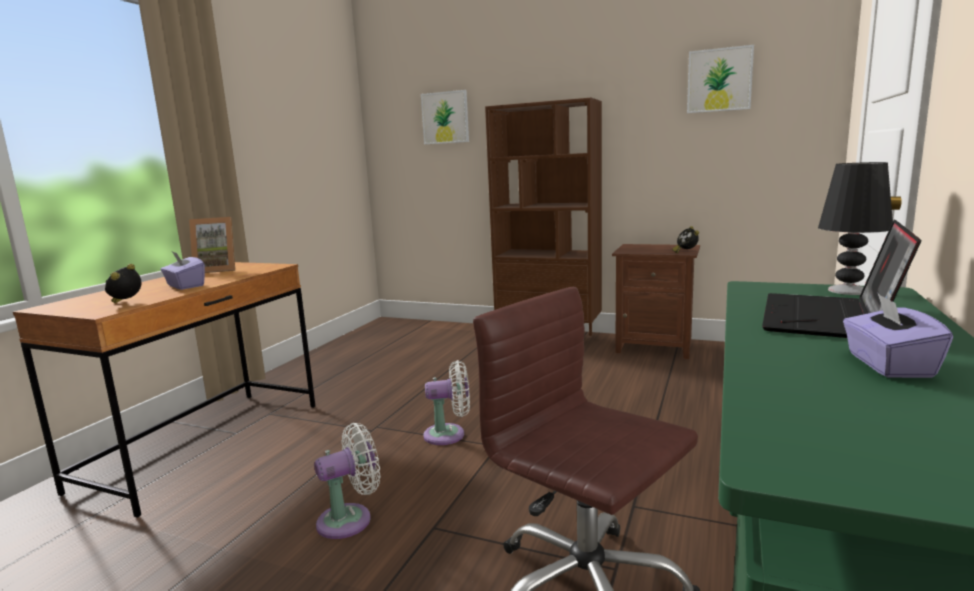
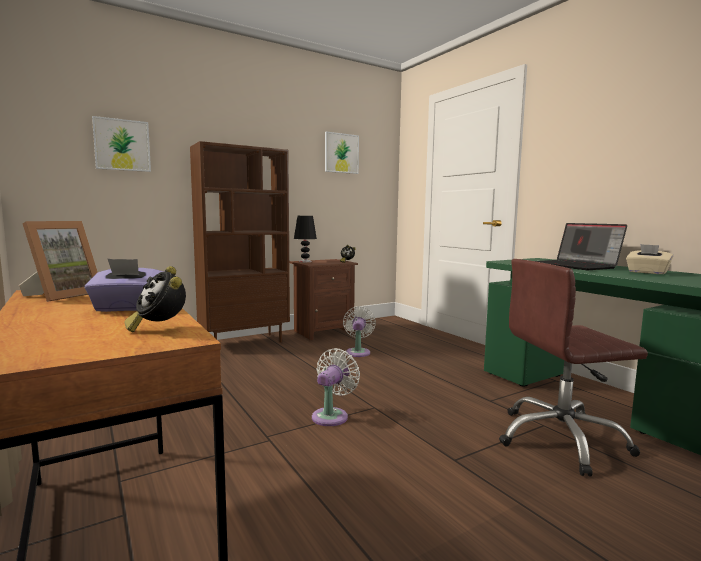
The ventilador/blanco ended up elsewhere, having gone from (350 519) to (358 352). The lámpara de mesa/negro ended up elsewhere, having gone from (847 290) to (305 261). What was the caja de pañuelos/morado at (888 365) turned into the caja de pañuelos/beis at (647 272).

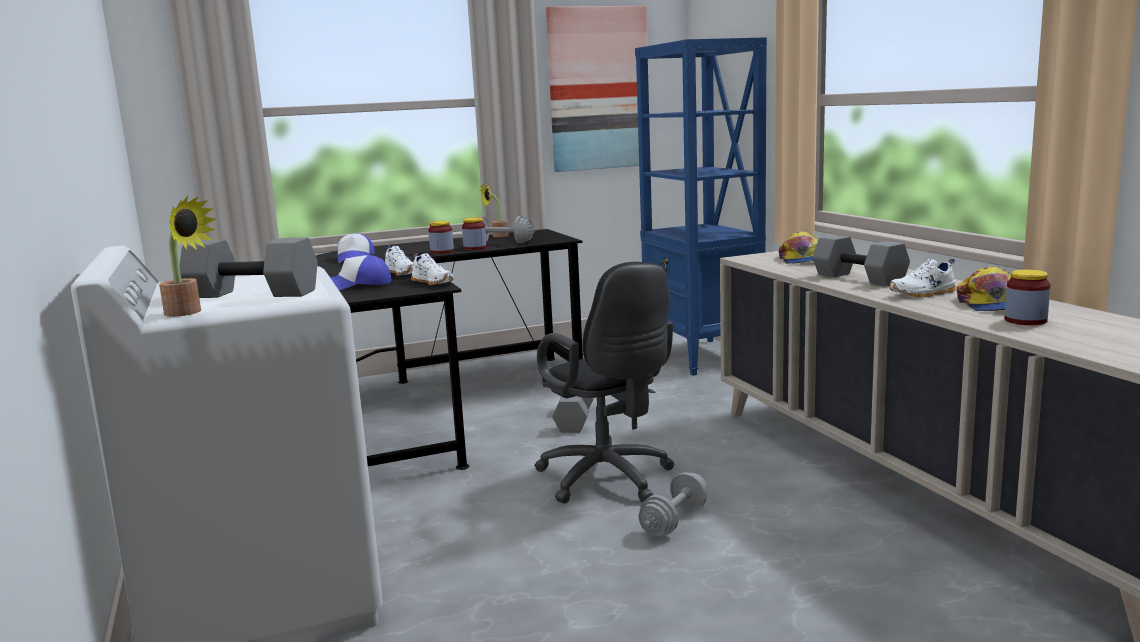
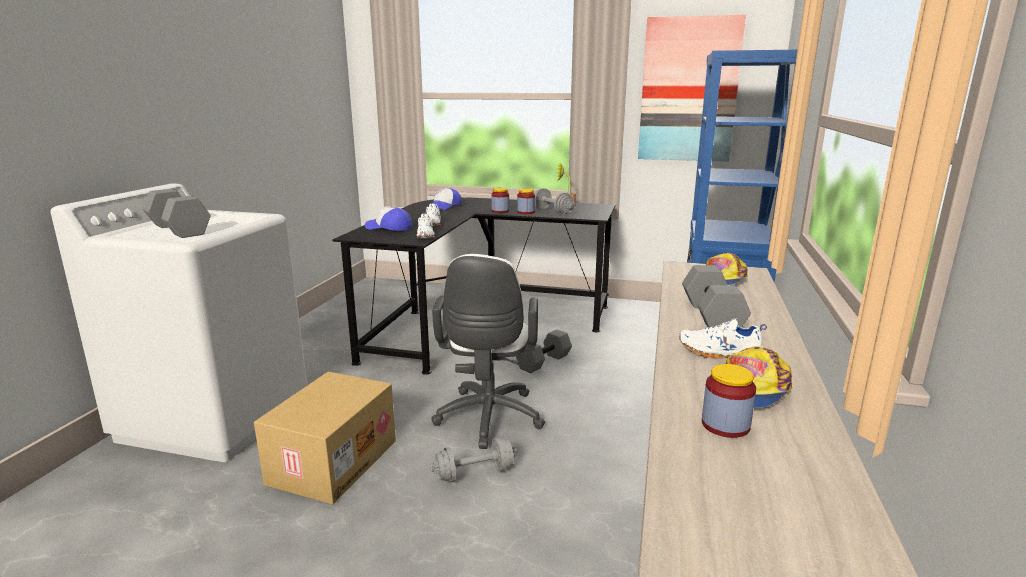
The second view lost the planta en maceta at (188 313). The second view gained the caja de cartón at (332 461). What was the silla de oficina/negro at (609 480) turned into the silla de oficina/blanco at (488 420).

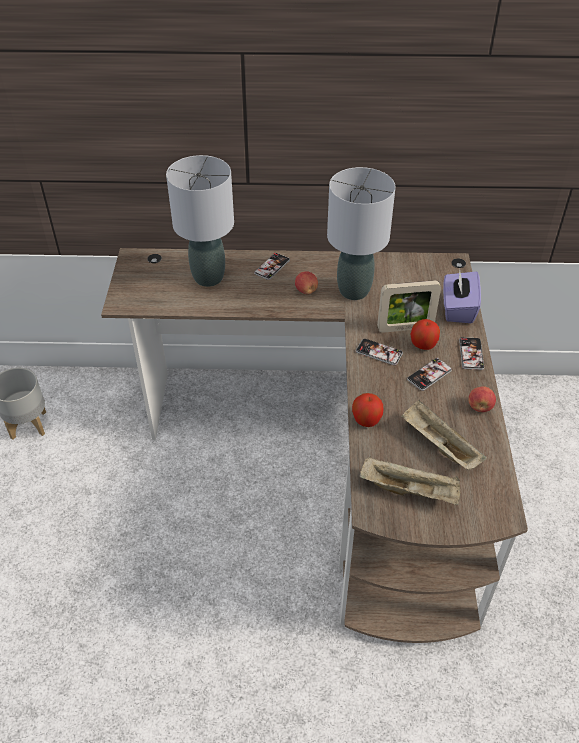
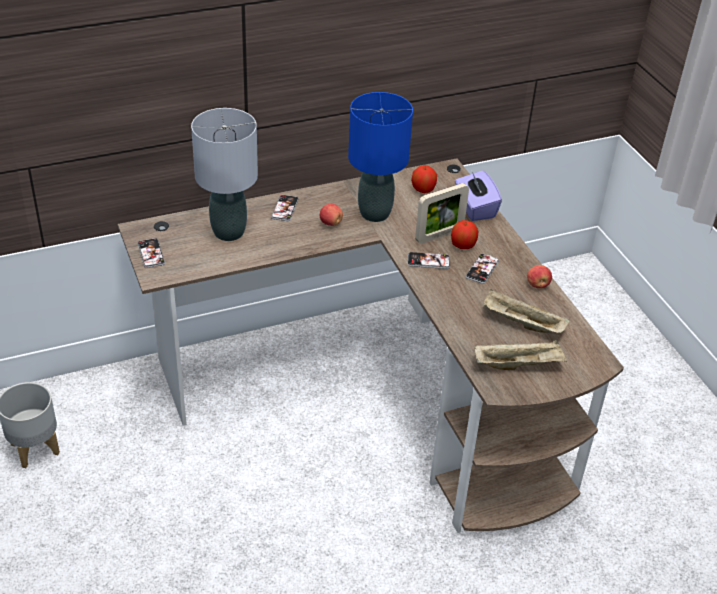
The manzana ended up elsewhere, having gone from (366 420) to (423 190). The móvil ended up elsewhere, having gone from (471 354) to (151 254). What was the lámpara de mesa/gris at (353 291) turned into the lámpara de mesa/azul at (374 213).

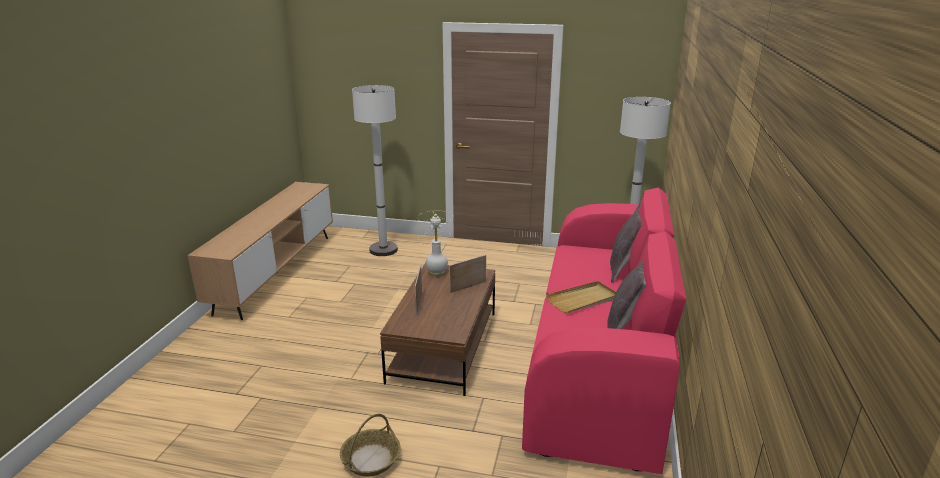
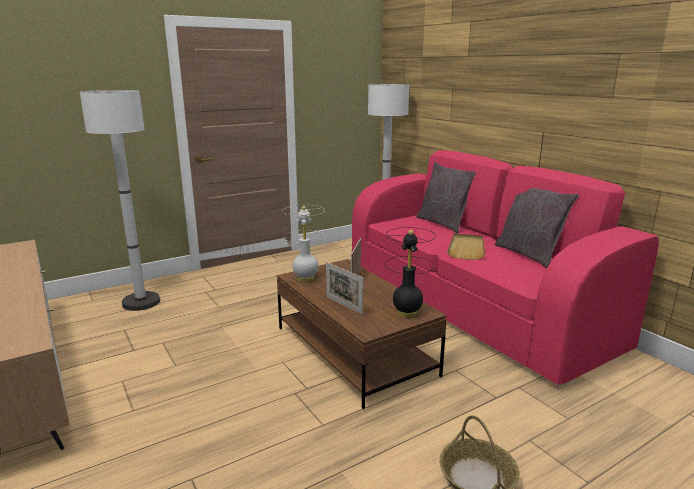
The second view gained the lámpara de mesa/negro at (407 312).

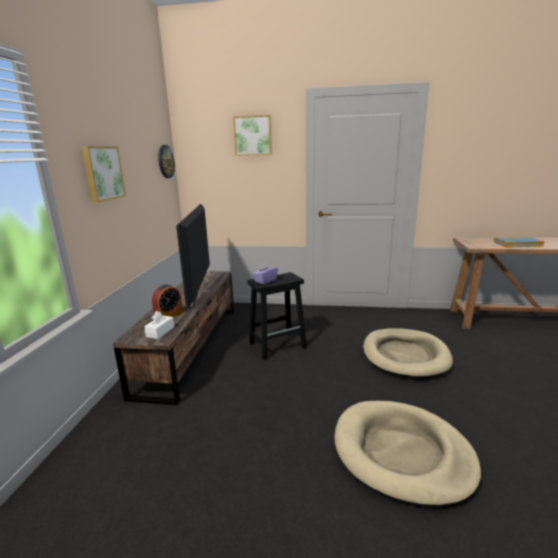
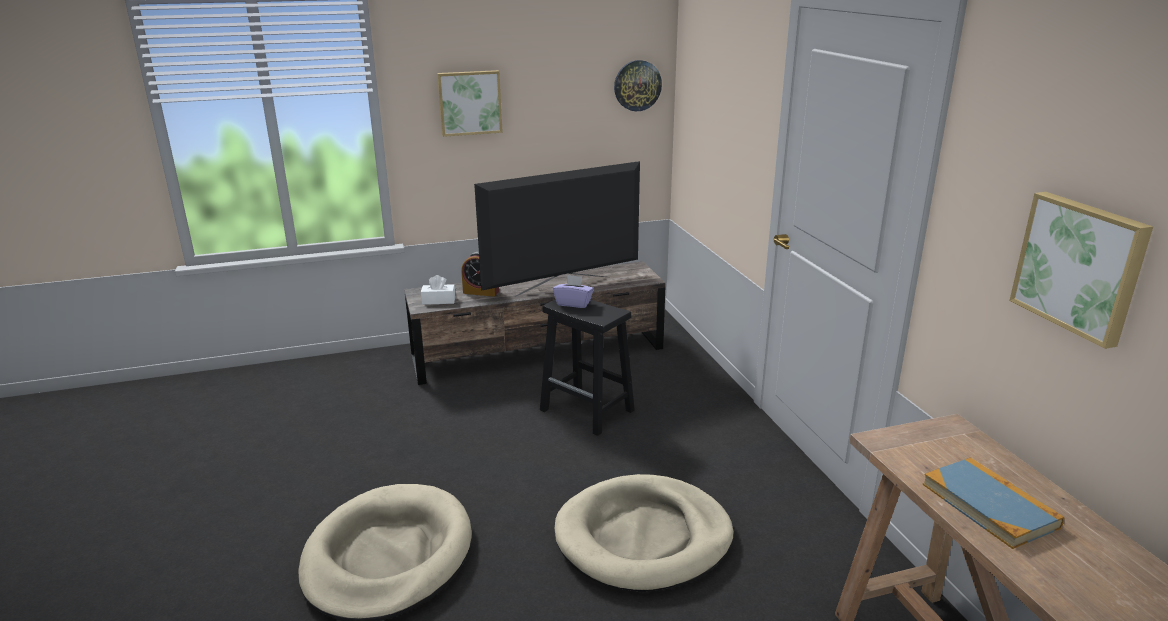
The cuadro ended up elsewhere, having gone from (253 135) to (1080 266).

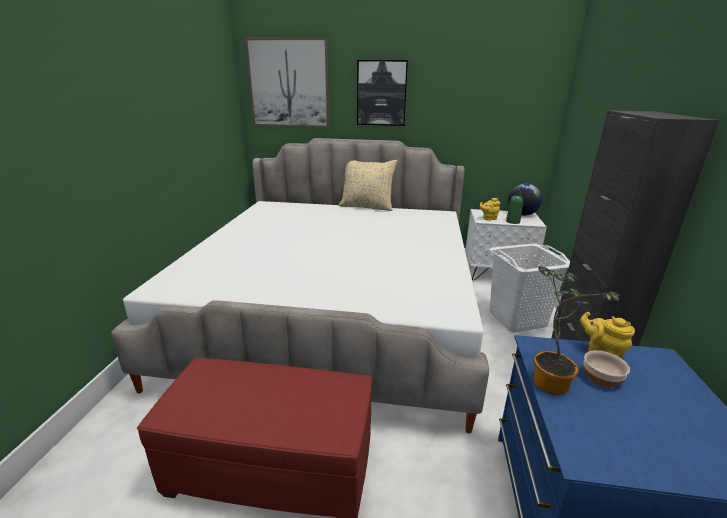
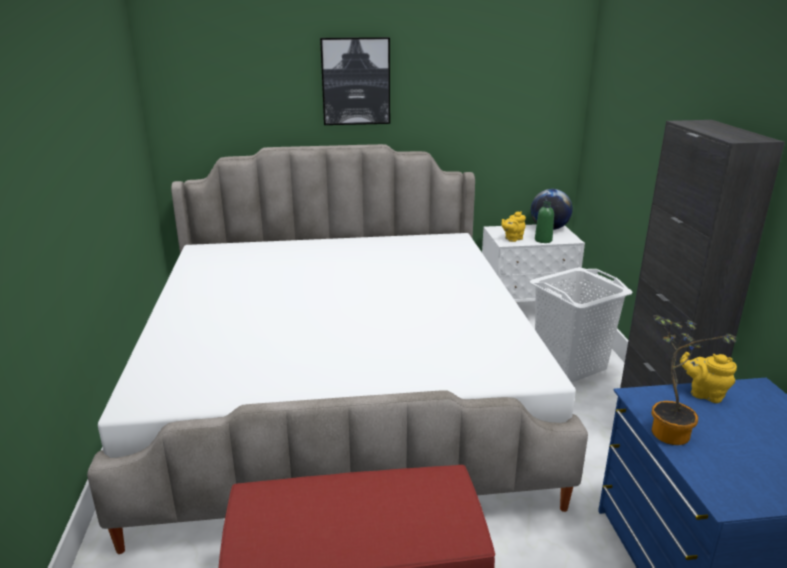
The second view lost the cuadro at (289 84). The second view lost the cojín/beis at (367 207). The second view lost the cuenco at (602 378).

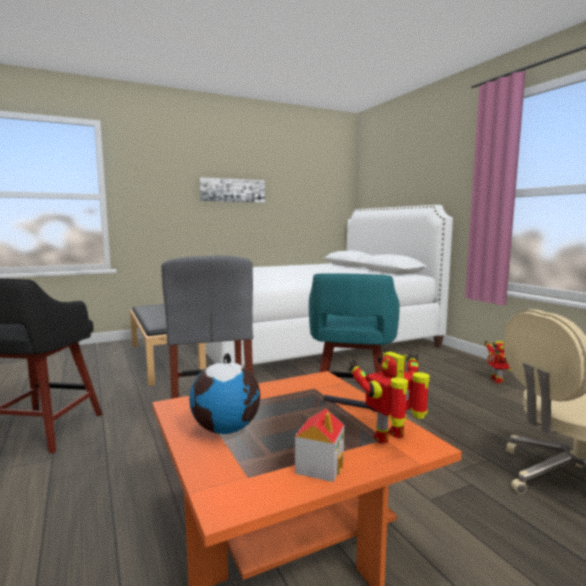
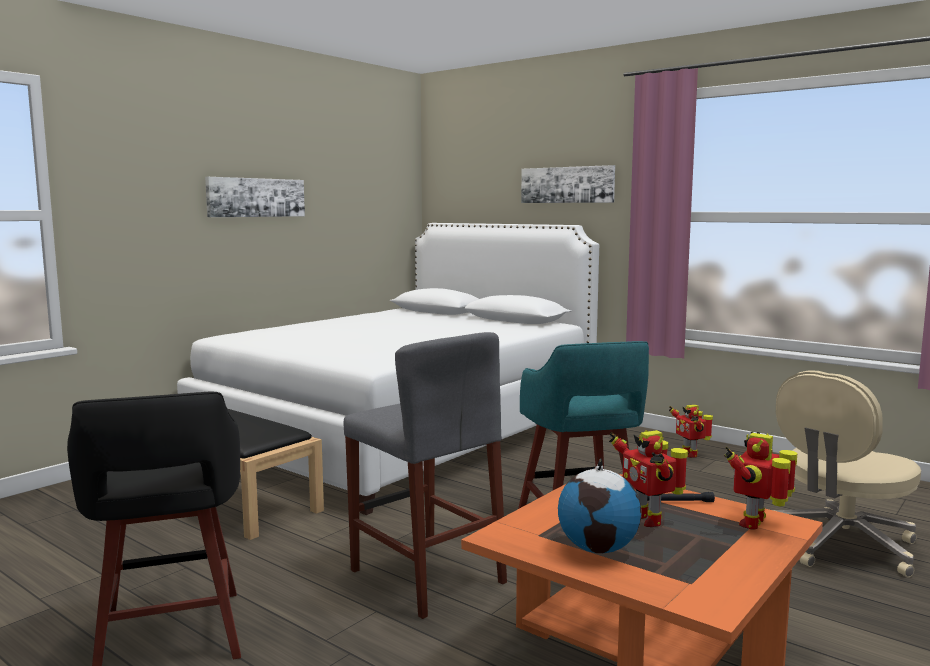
The second view lost the casita at (320 466). The second view gained the cuadro at (567 185). The second view gained the robot de juguete at (647 519).

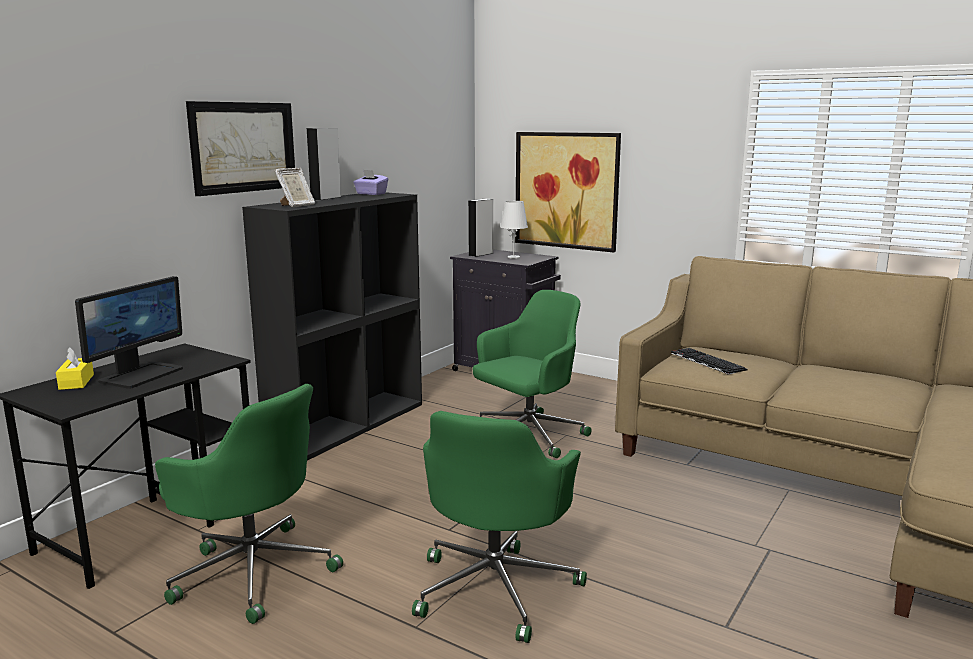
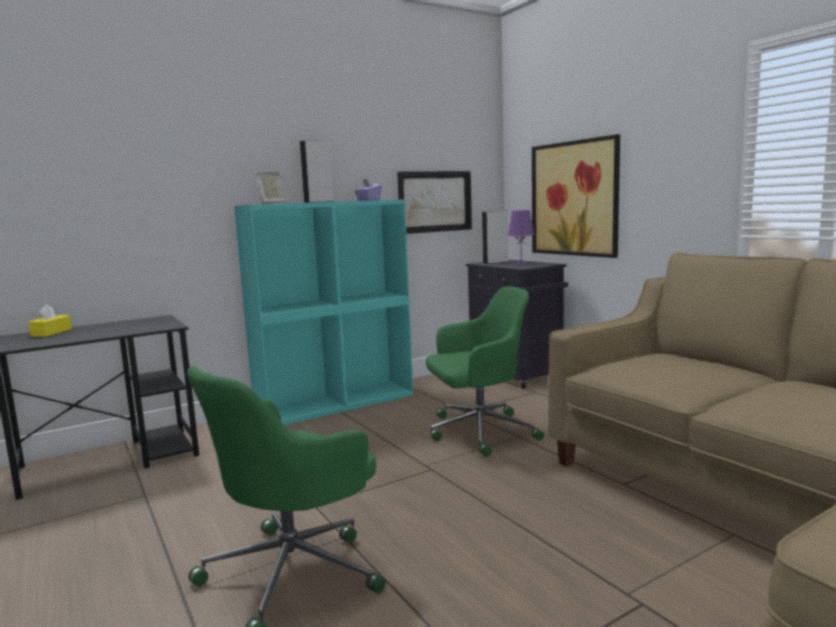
The second view lost the monitor at (141 375). The second view lost the silla de oficina/verde at (253 570). The second view lost the teclado at (706 361). The cuadro ended up elsewhere, having gone from (243 147) to (435 201). What was the estantería/negro at (347 424) turned into the estantería/turquesa at (336 403). What was the lámpara de mesa/blanco at (513 257) turned into the lámpara de mesa/morado at (521 264).

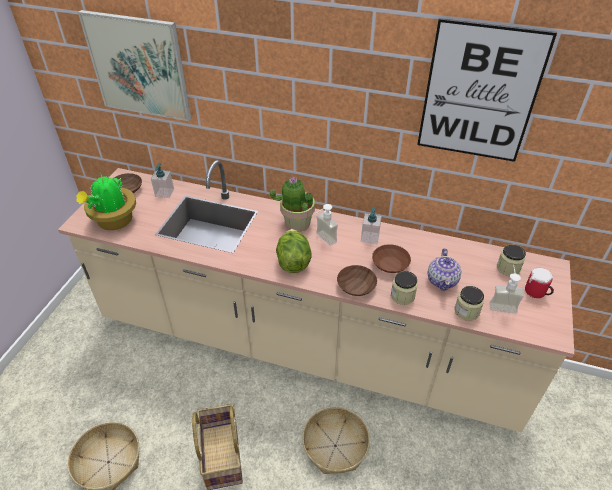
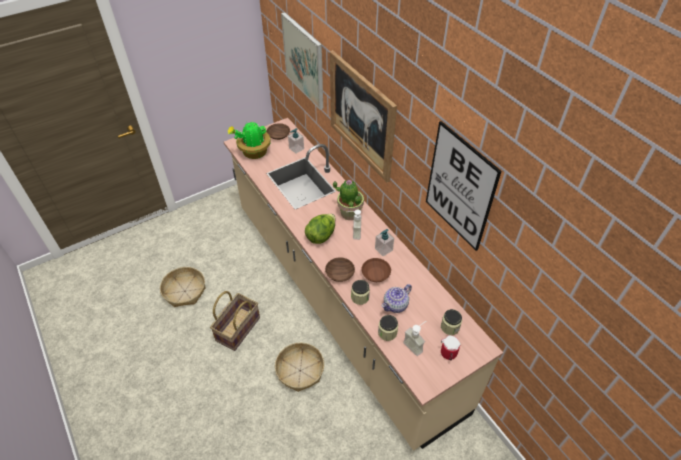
The second view gained the cuadro at (361 116).

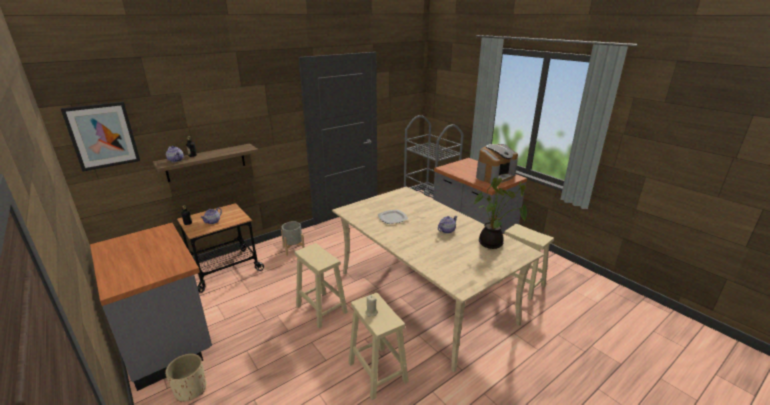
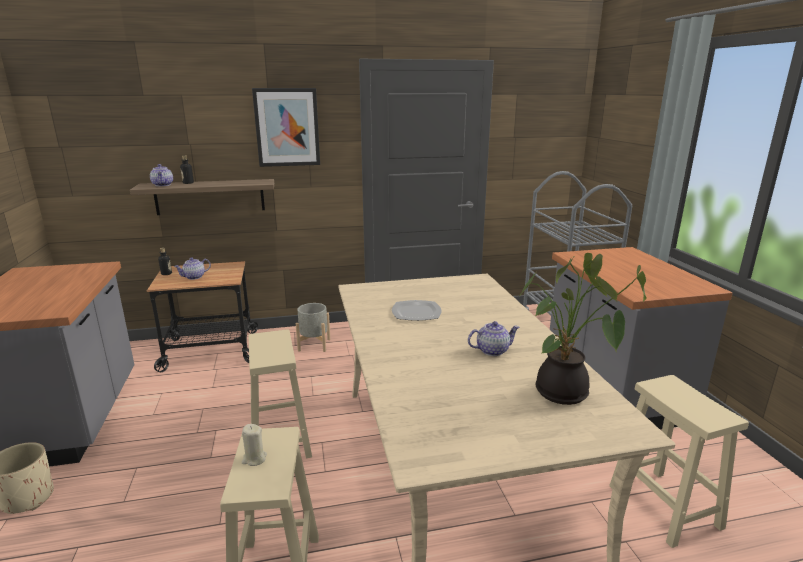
The second view lost the cafetera at (495 176). The cuadro ended up elsewhere, having gone from (102 136) to (287 127).

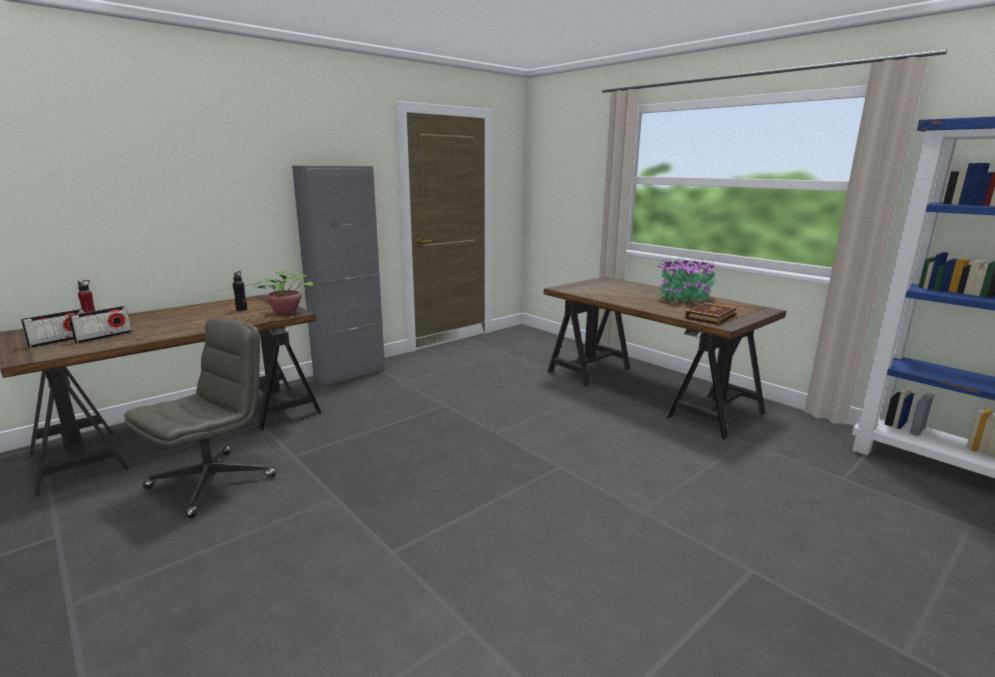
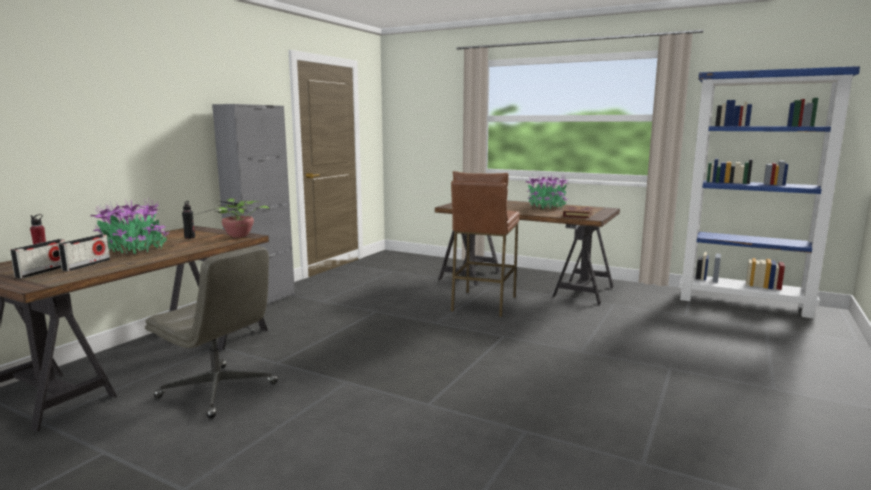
The second view gained the planta en maceta at (134 249). The second view gained the taburete/marrón at (483 303). The silla de oficina/gris at (212 481) ended up facing another way, 105 degrees clockwise from before.

